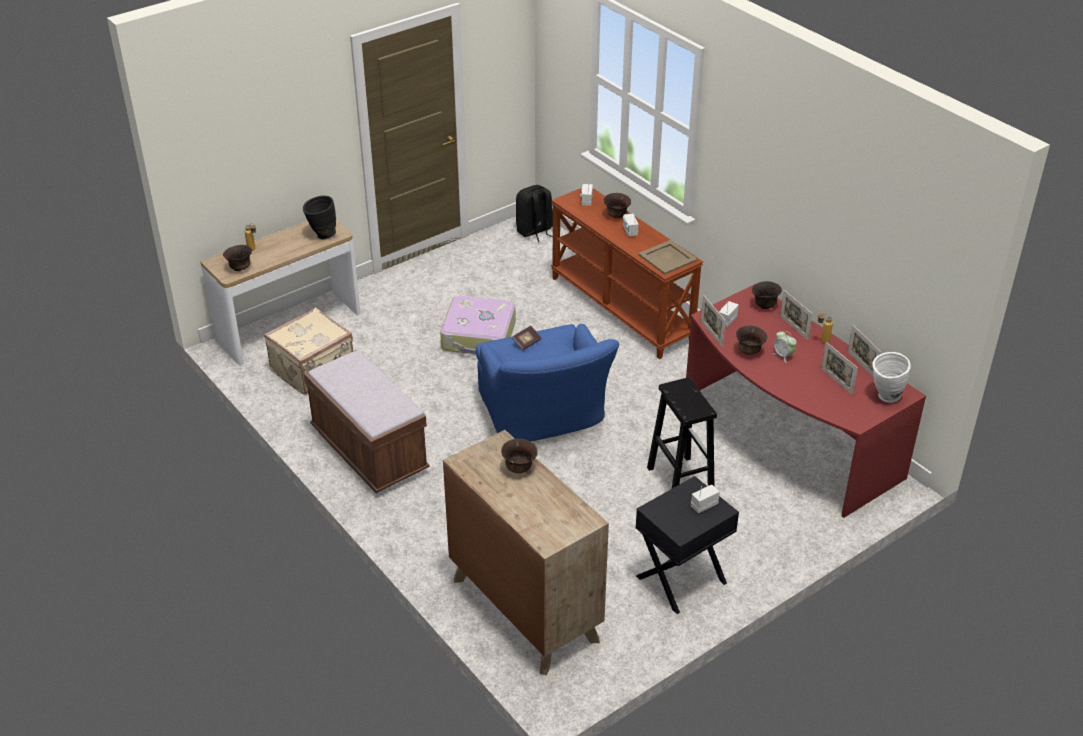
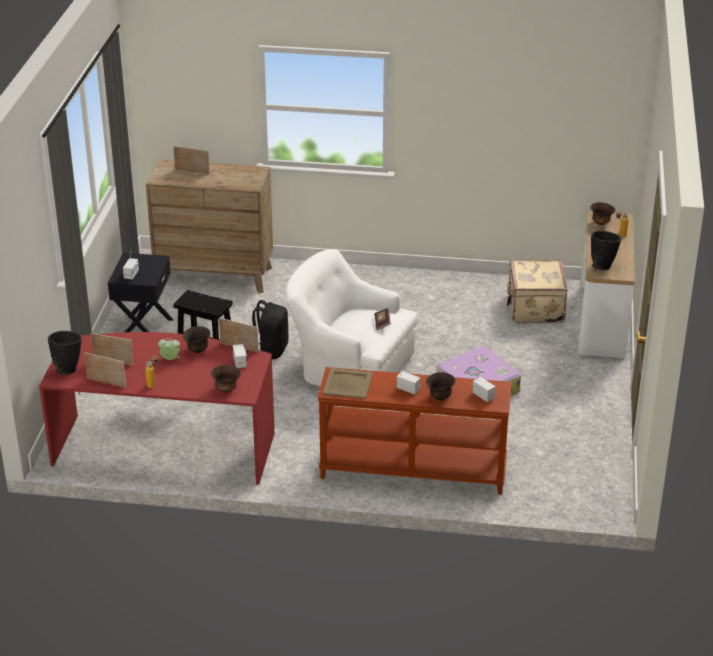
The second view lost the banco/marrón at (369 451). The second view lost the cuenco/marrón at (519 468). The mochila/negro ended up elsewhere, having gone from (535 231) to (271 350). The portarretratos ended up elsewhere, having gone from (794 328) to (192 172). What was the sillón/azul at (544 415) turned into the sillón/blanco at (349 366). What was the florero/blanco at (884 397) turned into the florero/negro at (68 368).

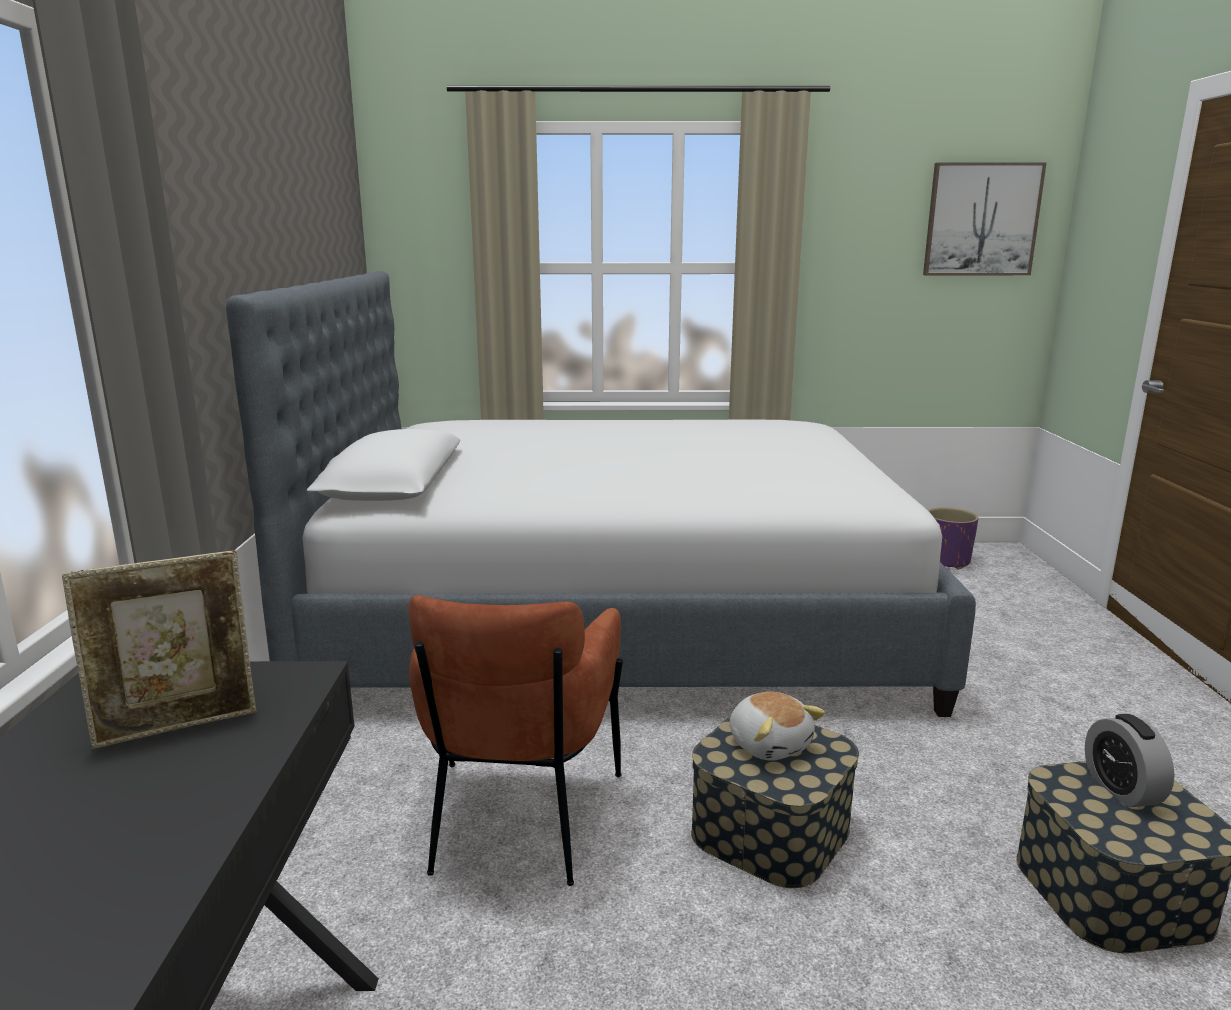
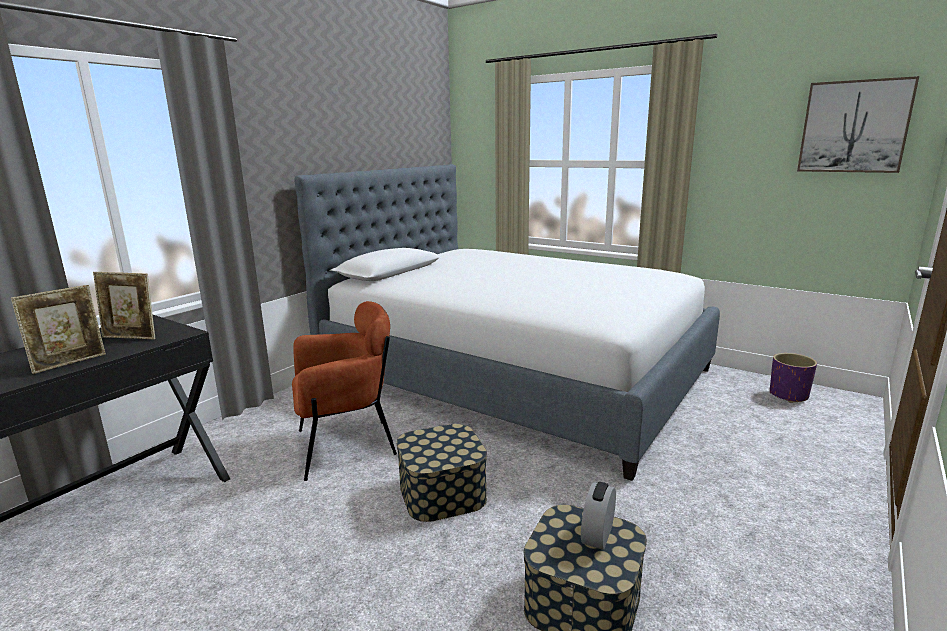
The second view lost the peluche at (769 744). The second view gained the portarretratos at (70 363). The sillón/marrón at (518 820) ended up facing another way, 150 degrees counterclockwise from before.

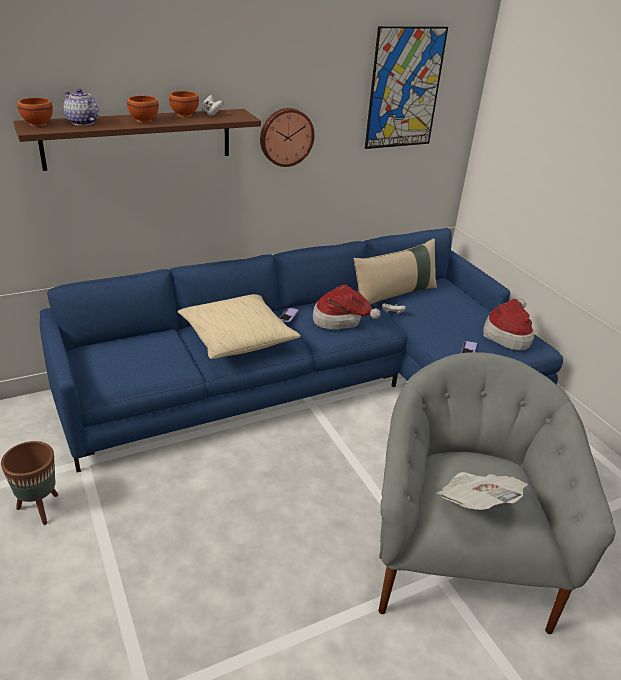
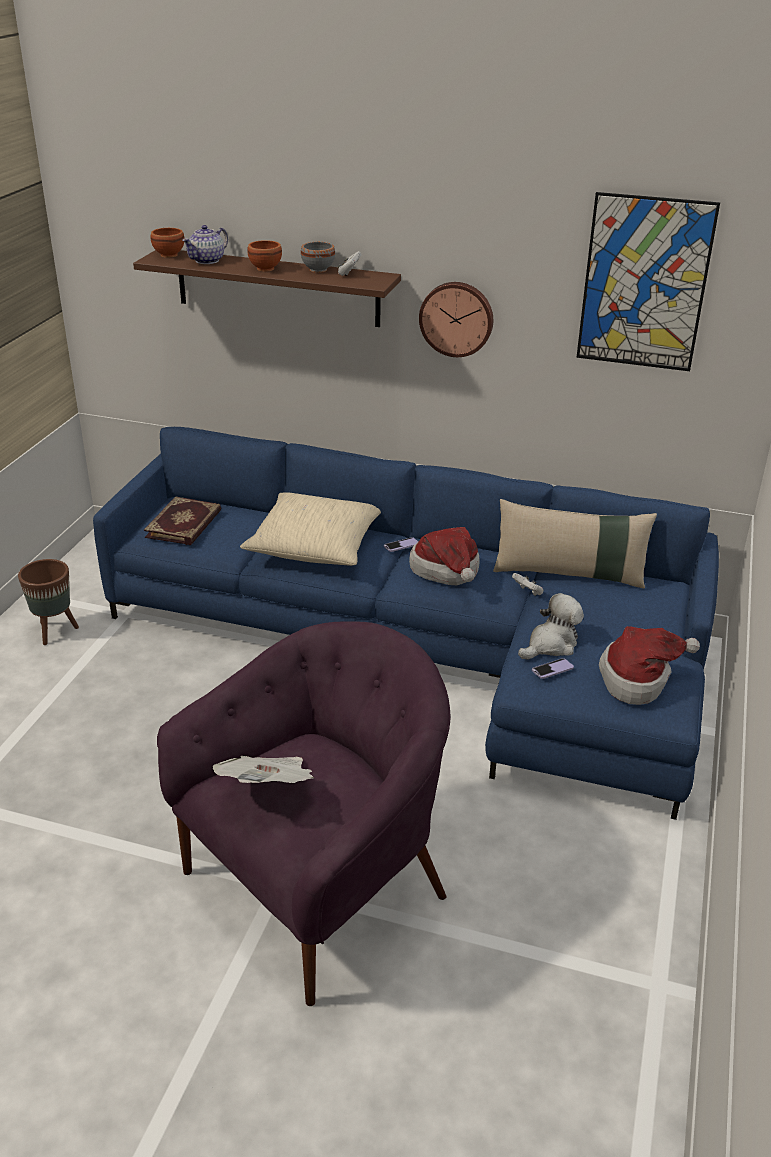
The second view gained the libro at (185 524). The second view gained the peluche at (551 645). What was the cuenco/marrón at (183 115) turned into the cuenco/gris at (317 269). What was the sillón/gris at (457 559) turned into the sillón/morado at (317 885). The tetera at (83 122) ended up facing another way, 135 degrees counterclockwise from before.

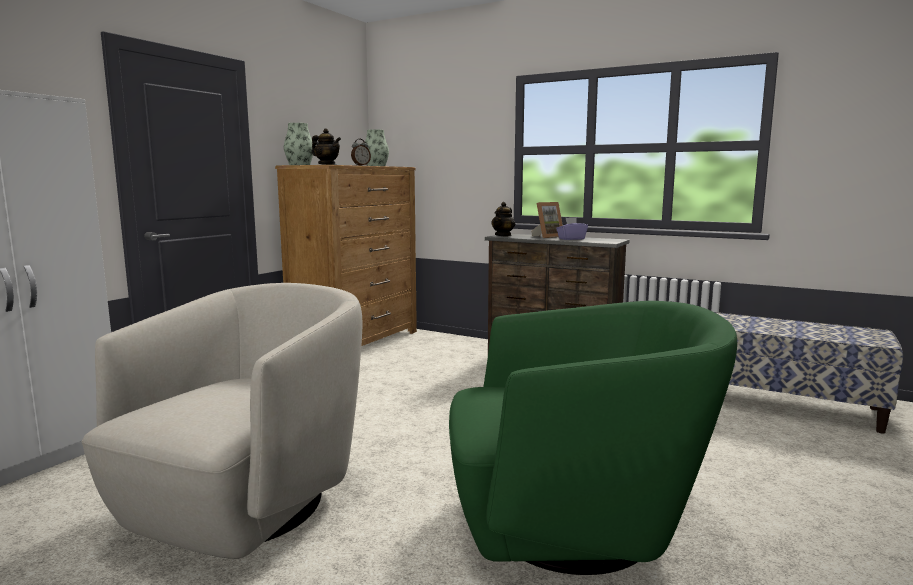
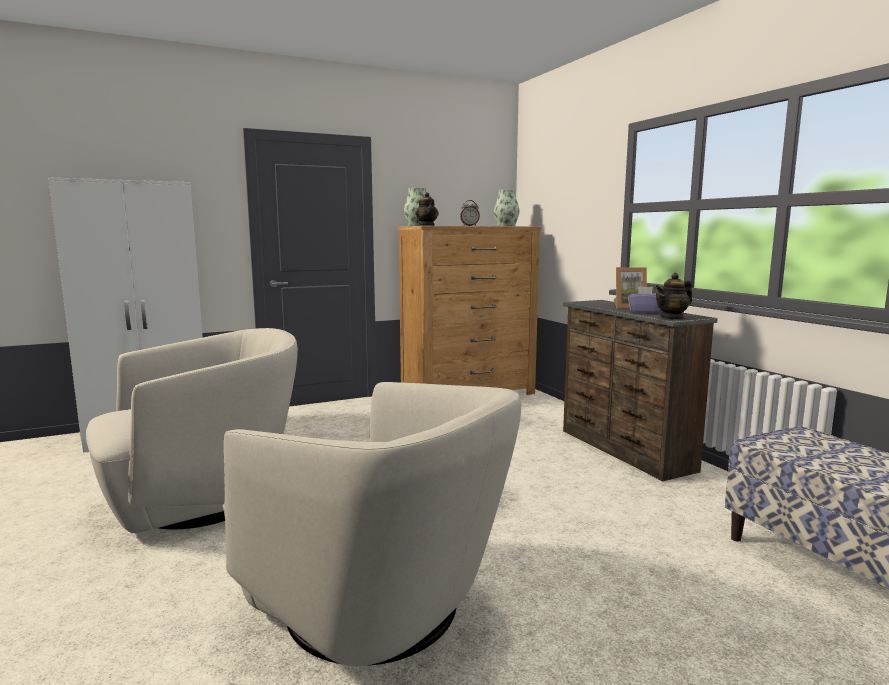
The tetera ended up elsewhere, having gone from (503 235) to (672 318). What was the sillón/verde at (574 524) turned into the sillón/beis at (375 608).

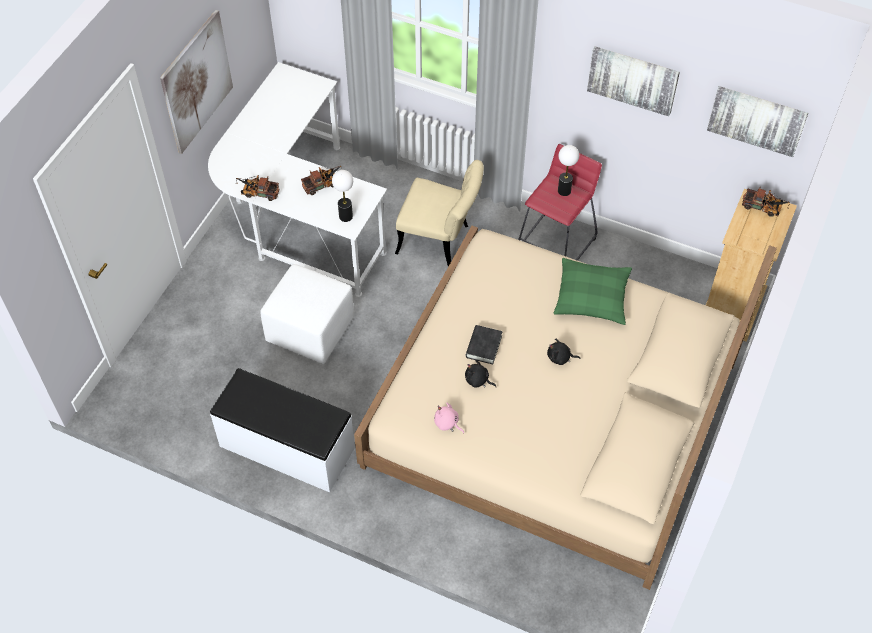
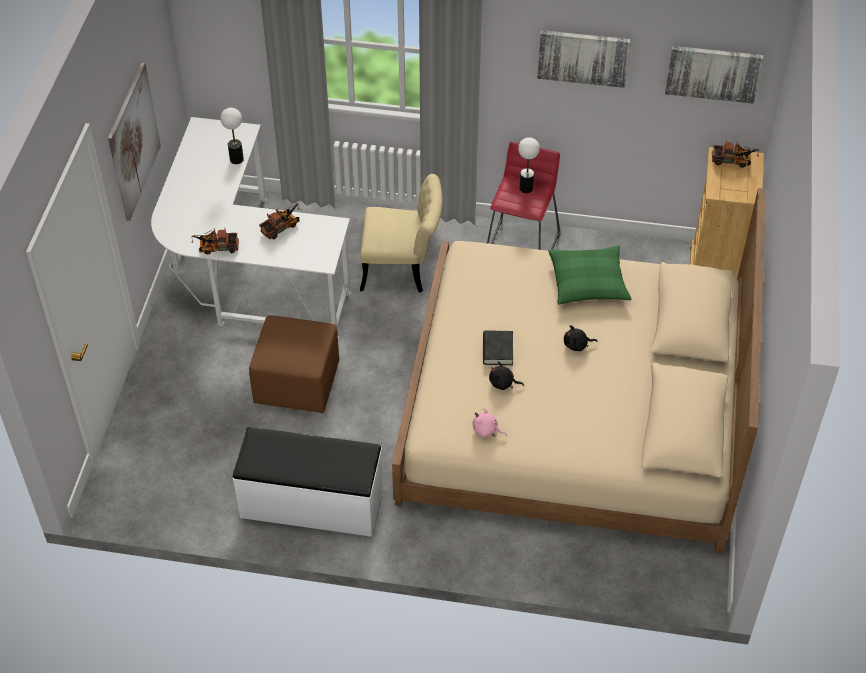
The lámpara de mesa ended up elsewhere, having gone from (346 216) to (236 159). What was the puf/blanco at (309 330) turned into the puf/marrón at (296 384).

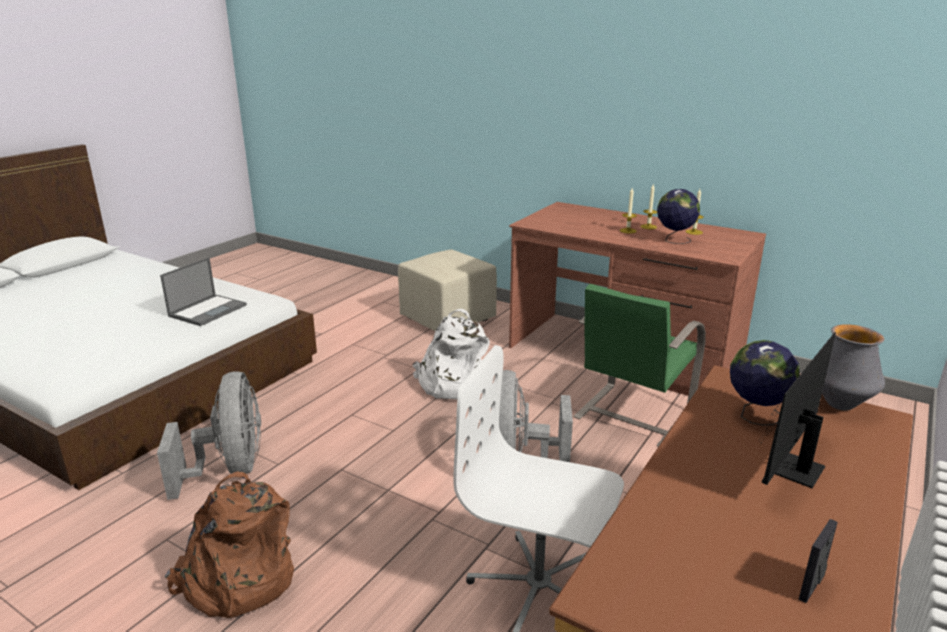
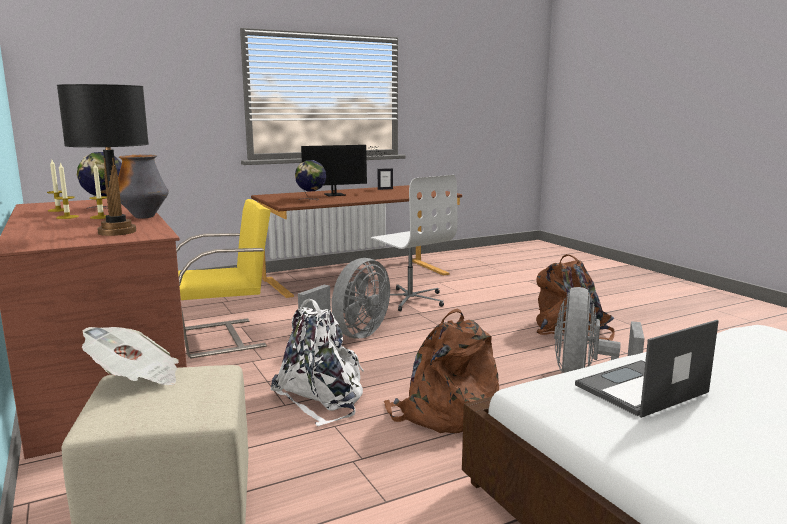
The second view gained the lámpara de mesa/negro at (117 232). The second view gained the periódico at (136 378). The second view gained the mochila/marrón at (444 413). The florero ended up elsewhere, having gone from (839 404) to (144 217). What was the silla/verde at (632 415) turned into the silla/amarillo at (223 337).

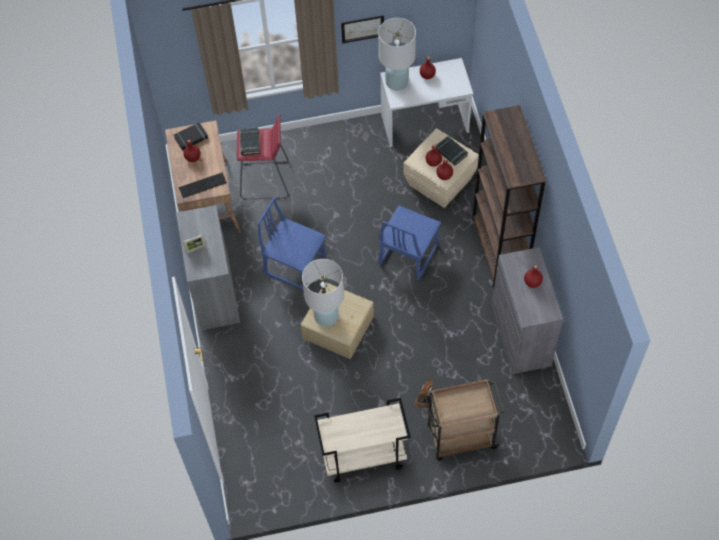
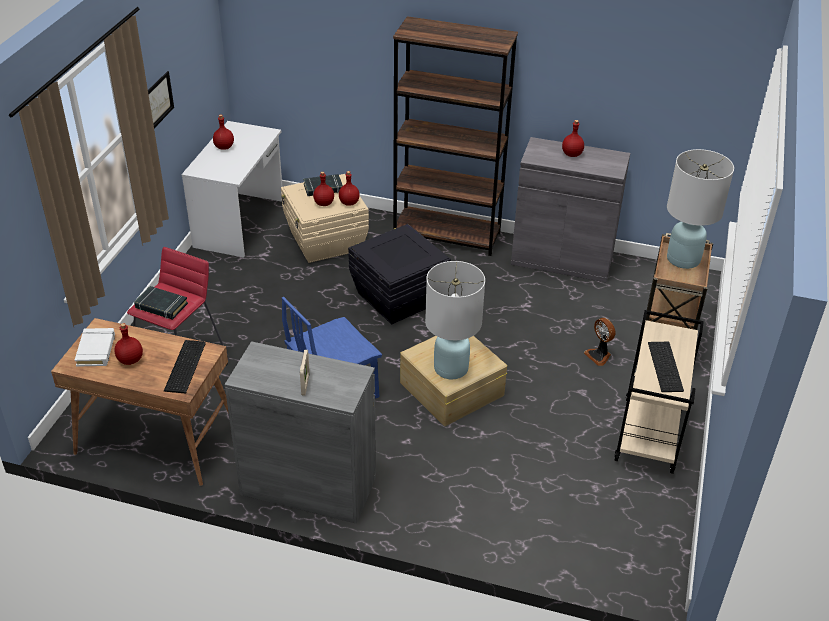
The second view gained the teclado at (666 367). The lámpara de mesa/blanco ended up elsewhere, having gone from (397 82) to (683 259). Where the silla/azul stood at (407 254), the caja de almacenaje/negro came to stand at (397 297). What was the libro/negro at (191 138) turned into the libro/blanco at (96 350).

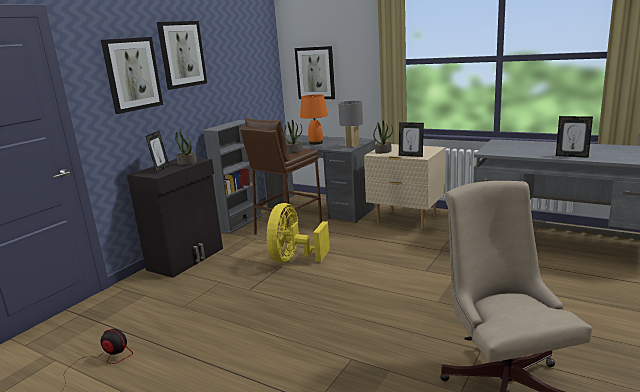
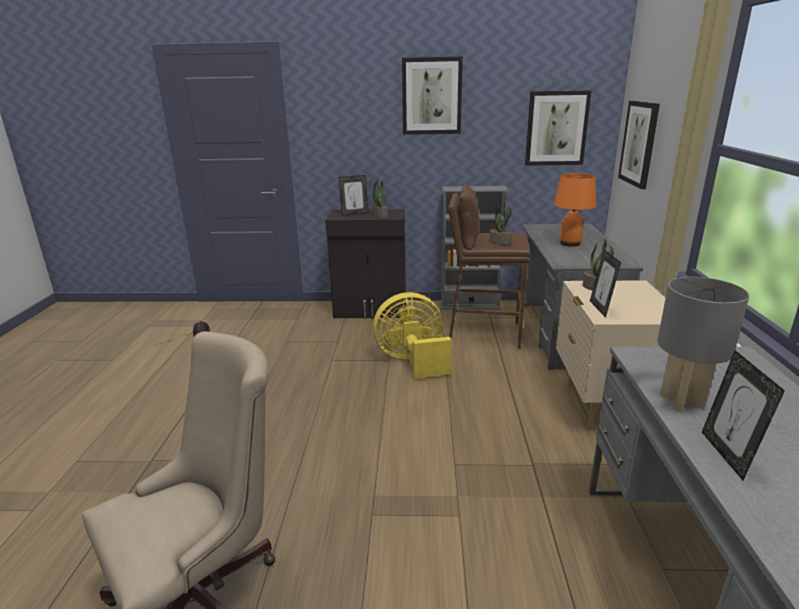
The cuadro ended up elsewhere, having gone from (132 74) to (556 128). The lámpara de mesa/gris ended up elsewhere, having gone from (352 146) to (681 401).

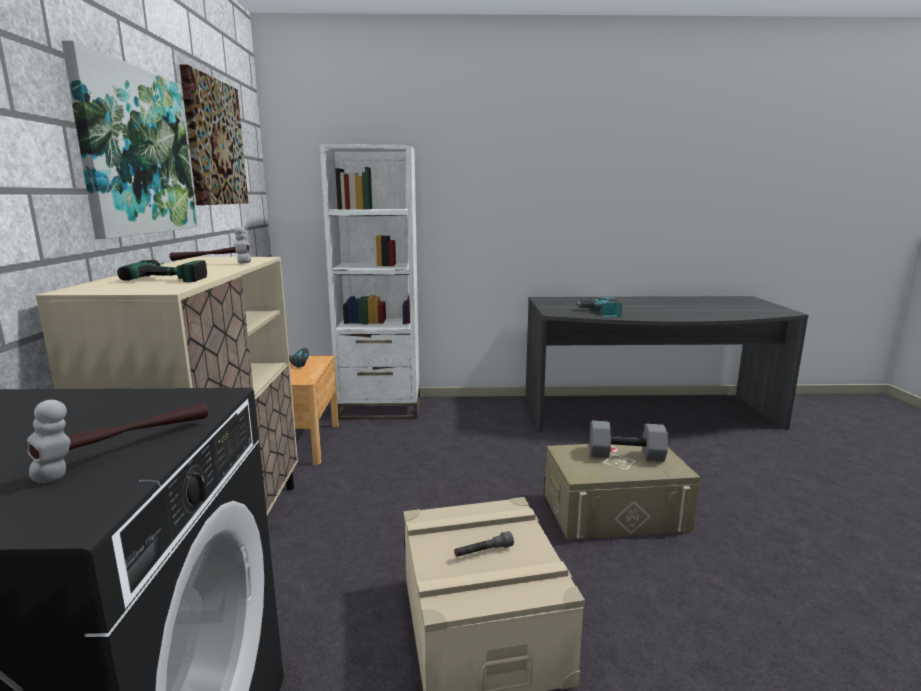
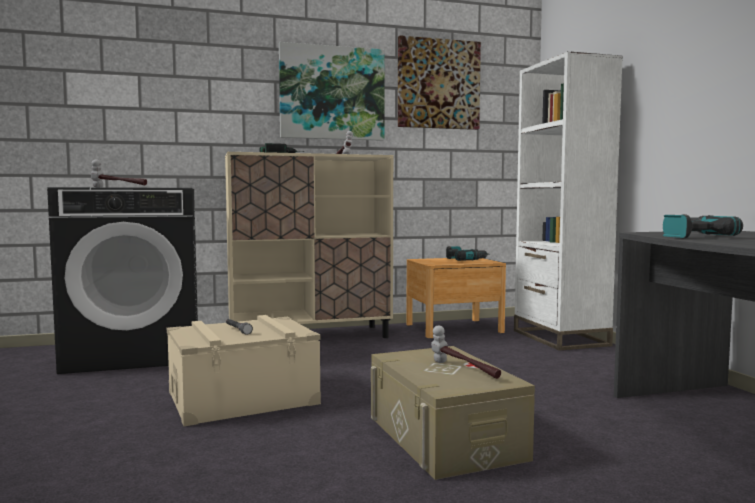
Where the mancuerna/gris stood at (626 455), the martillo came to stand at (463 370).

